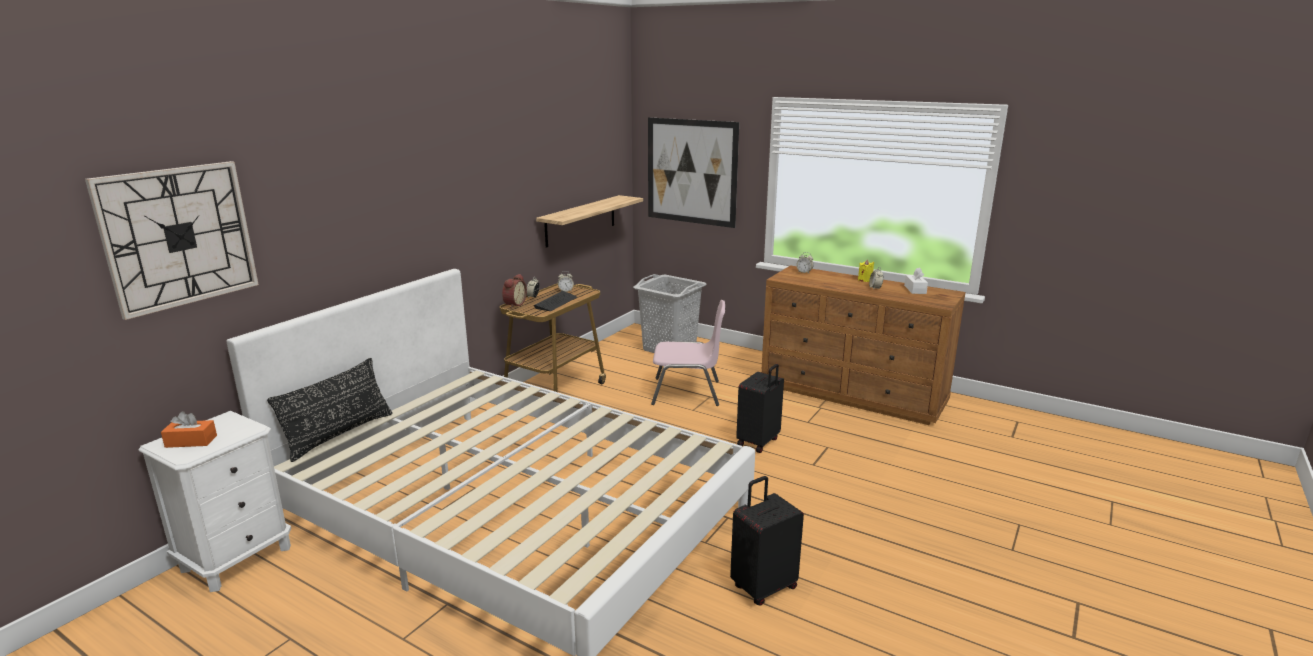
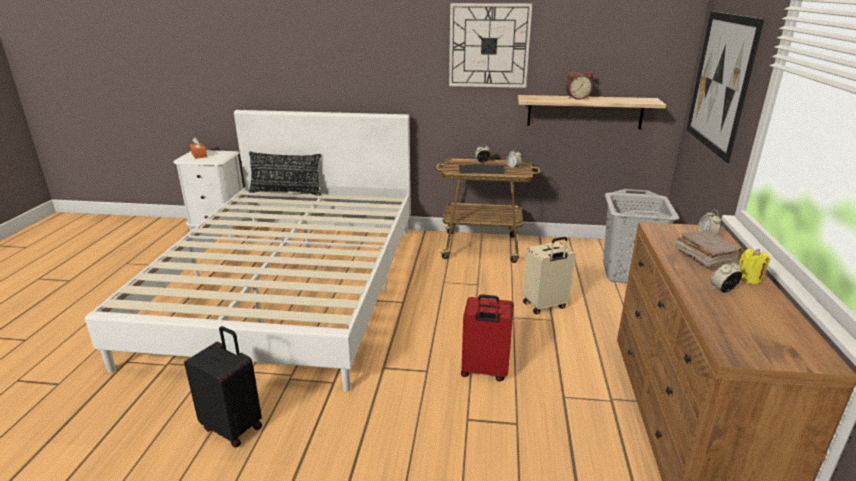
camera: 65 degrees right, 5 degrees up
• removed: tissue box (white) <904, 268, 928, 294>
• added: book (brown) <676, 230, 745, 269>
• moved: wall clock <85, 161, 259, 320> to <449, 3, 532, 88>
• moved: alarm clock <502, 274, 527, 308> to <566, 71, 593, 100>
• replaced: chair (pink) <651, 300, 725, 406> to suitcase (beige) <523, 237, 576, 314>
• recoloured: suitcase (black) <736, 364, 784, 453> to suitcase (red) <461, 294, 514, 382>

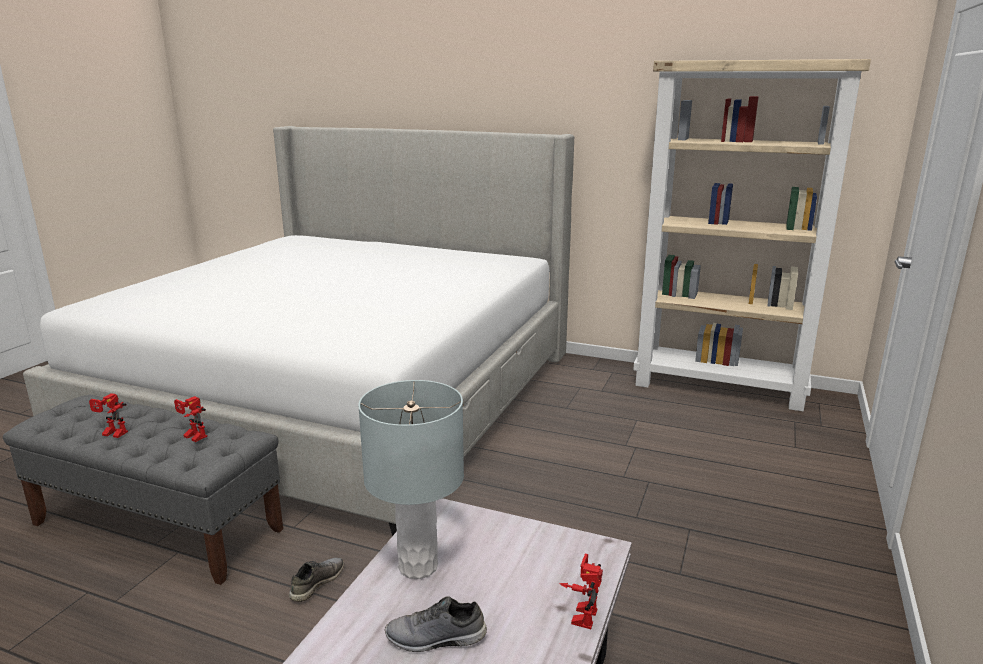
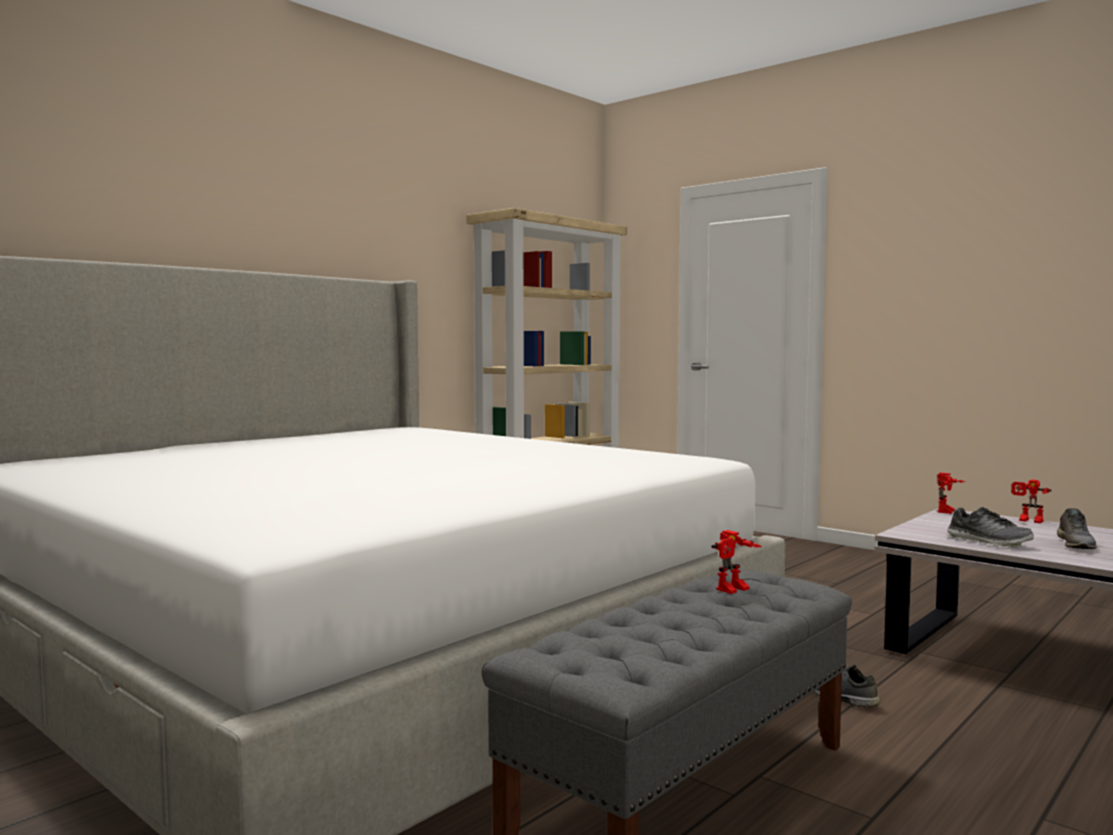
camera: 70 degrees left, 15 degrees down
• moved: toy robot <89, 393, 128, 438> to <937, 473, 965, 514>
• replaced: table lamp (grey) <358, 380, 464, 579> to shoe <947, 507, 1034, 547>

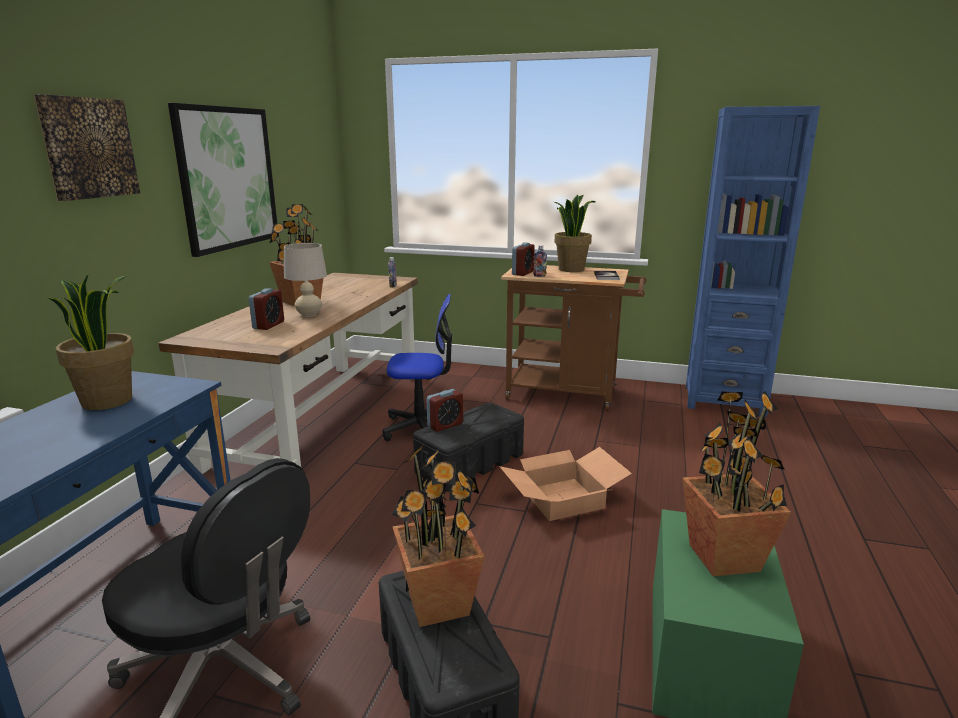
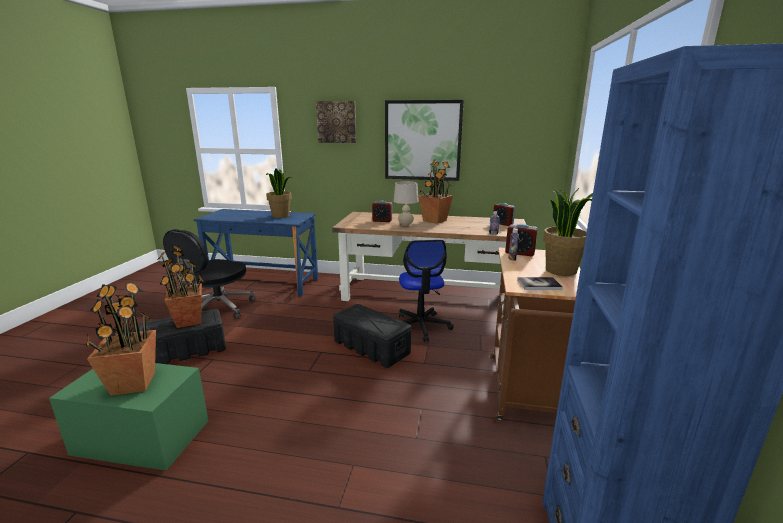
camera: 85 degrees right, 0 degrees up
• removed: cardboard box <499, 447, 632, 521>
• moved: alarm clock <426, 389, 463, 432> to <493, 203, 515, 226>

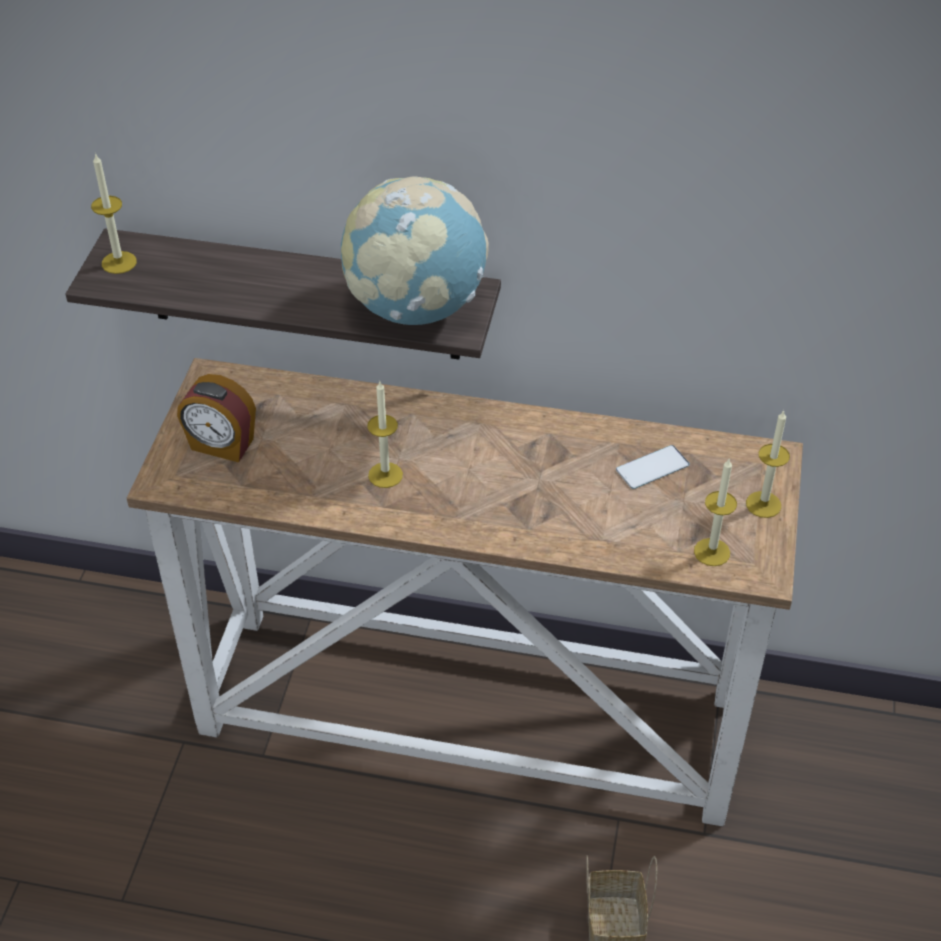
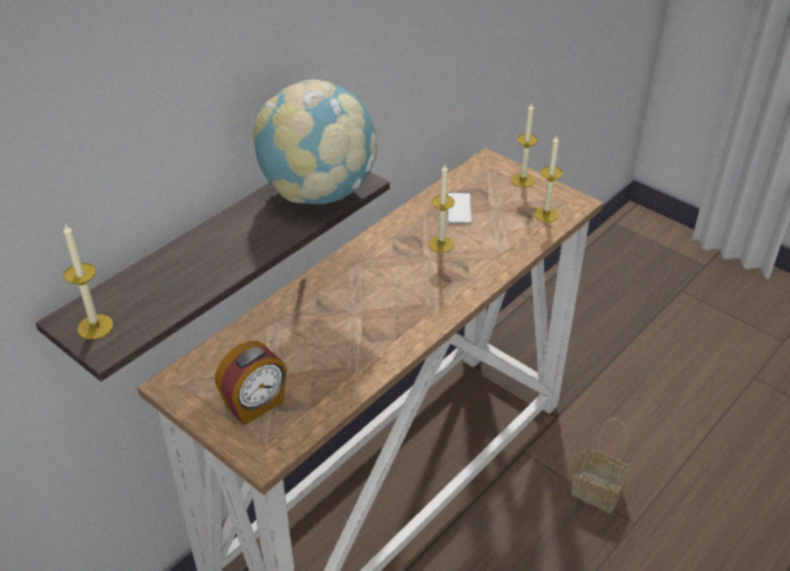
camera: 60 degrees left, 5 degrees down
• moved: candle <367, 382, 403, 488> to <429, 165, 455, 253>

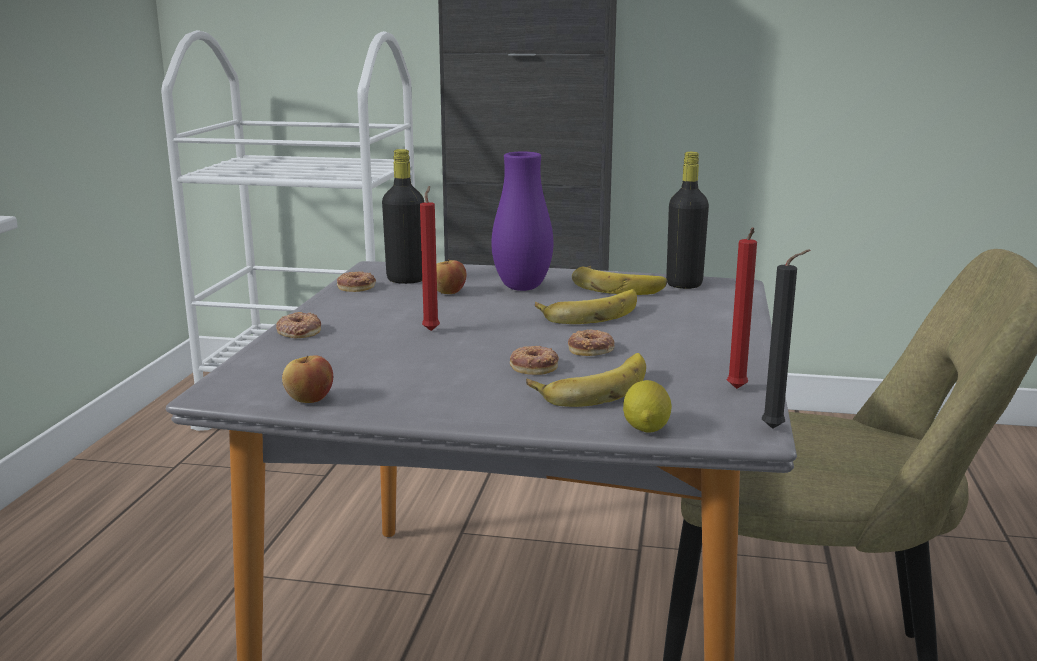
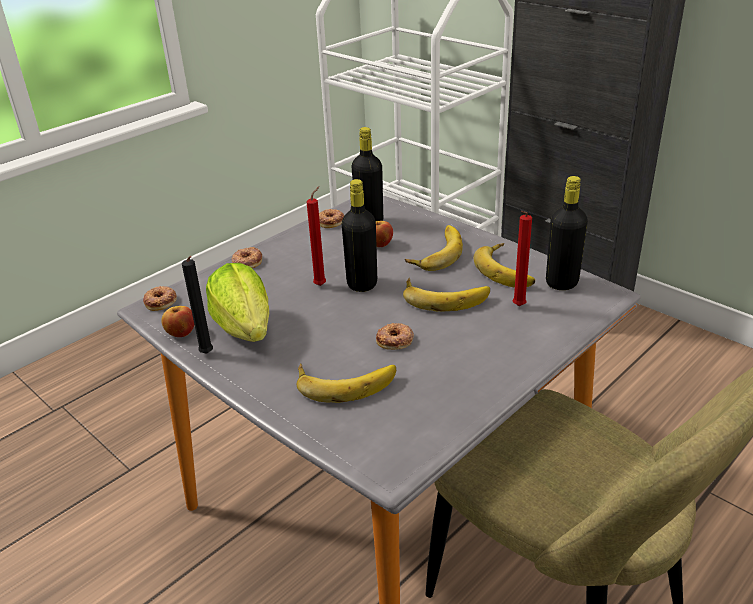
camera: 35 degrees right, 15 degrees up
• removed: lemon <623, 380, 672, 433>
• added: lettuce <206, 263, 269, 342>
• added: bottle (black) <342, 179, 377, 292>
• moved: donut <510, 346, 559, 375> to <143, 286, 177, 311>
• moved: candle (red) <727, 227, 757, 389> to <513, 211, 532, 306>
• moved: candle (black) <762, 250, 810, 429> to <182, 256, 213, 354>
• replaced: vase (purple) <491, 152, 553, 291> to banana <405, 225, 463, 271>

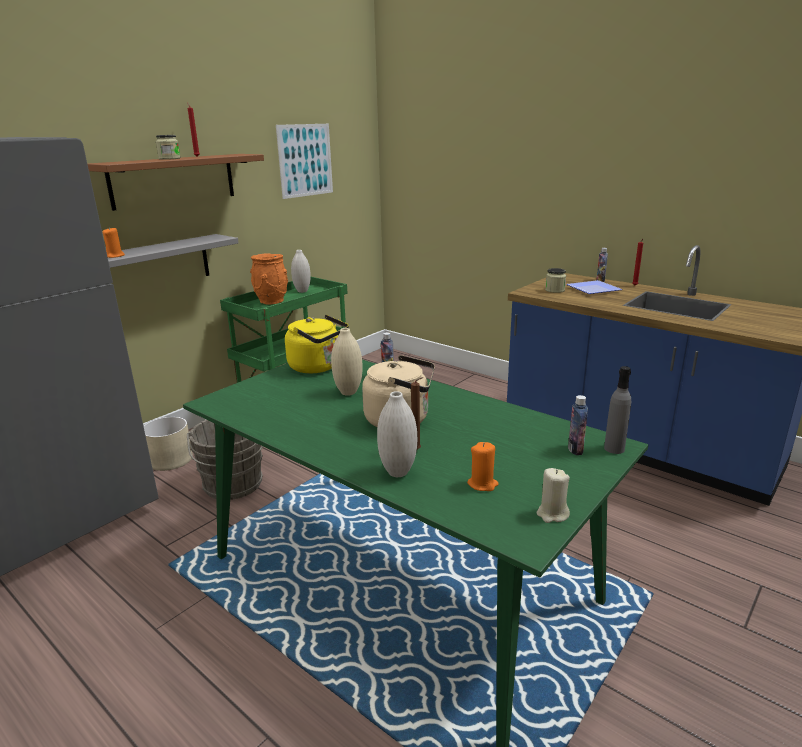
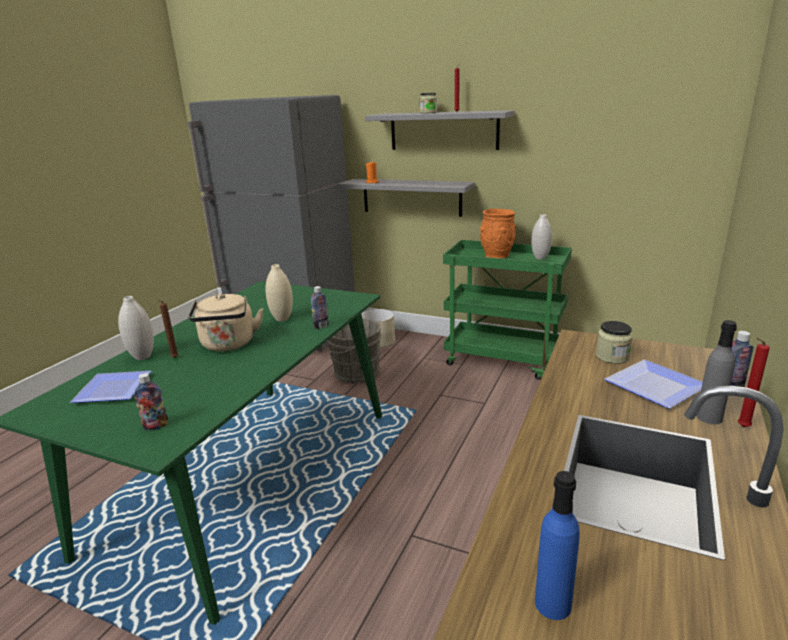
camera: 75 degrees right, 0 degrees up
• removed: picture <276, 124, 333, 199>
• removed: kettle (yellow) <285, 315, 349, 374>
• removed: candle (beige) <537, 468, 570, 523>
• added: bottle (blue) <535, 471, 580, 620>
• moved: bottle (grey) <604, 366, 631, 454> to <696, 320, 737, 424>
• replaced: candle (orange) <467, 442, 499, 491> to plate <70, 371, 151, 403>
• recoloured: shelf (brown) <88, 154, 264, 211> to shelf (grey) <365, 110, 514, 150>

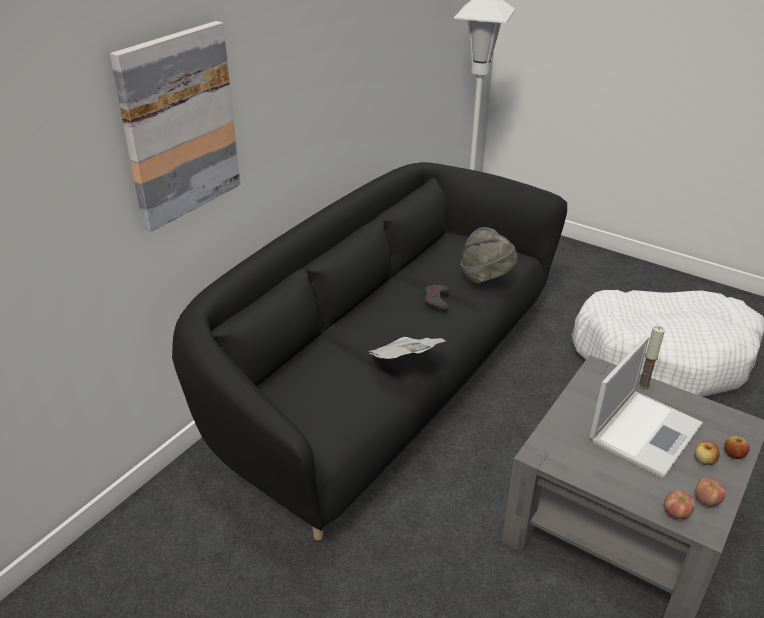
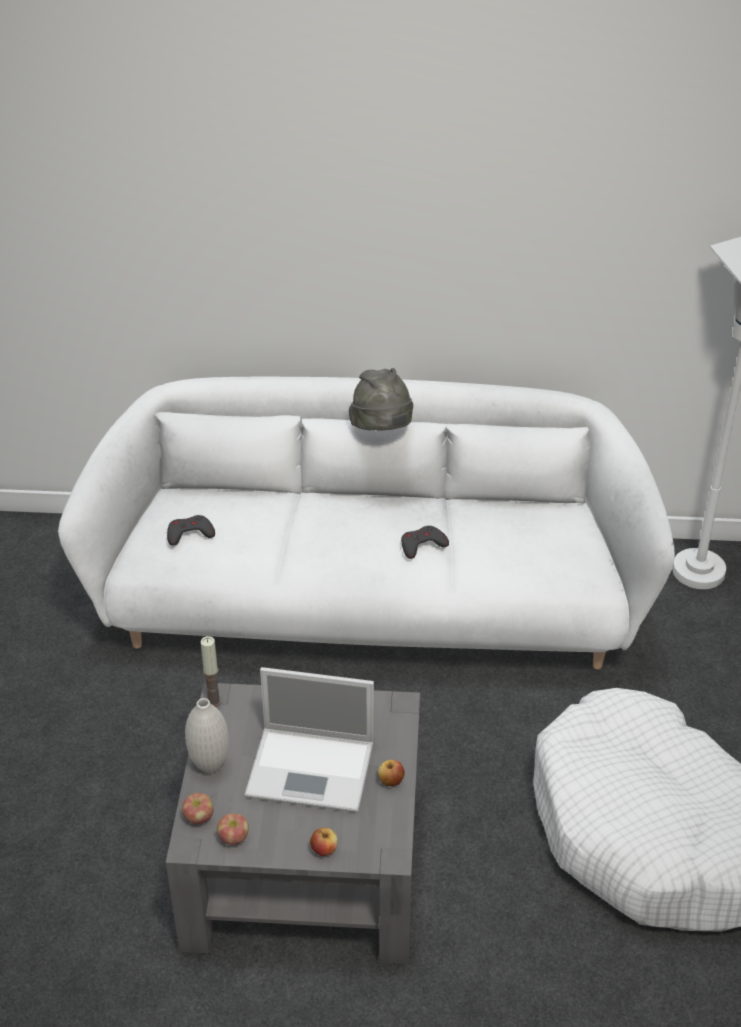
camera: 60 degrees right, 5 degrees up
• removed: picture <110, 21, 240, 232>
• removed: newspaper <368, 337, 445, 359>
• added: game controller (grey) <167, 515, 215, 546>
• added: vase (white) <185, 698, 229, 773>
• moved: hat (grey) <461, 227, 518, 284> to <349, 368, 413, 431>
• moved: candle <638, 326, 665, 389> to <200, 636, 221, 707>
• moved: apple <695, 441, 720, 465> to <378, 760, 405, 786>
• recoloured: sofa (black) <172, 162, 567, 541> to sofa (white) <58, 377, 675, 670>

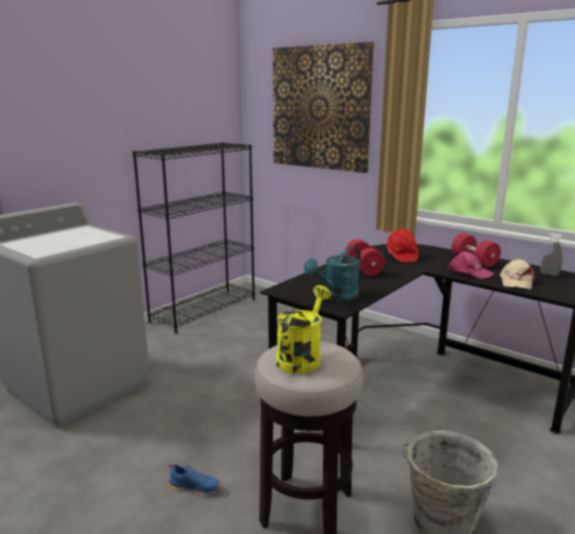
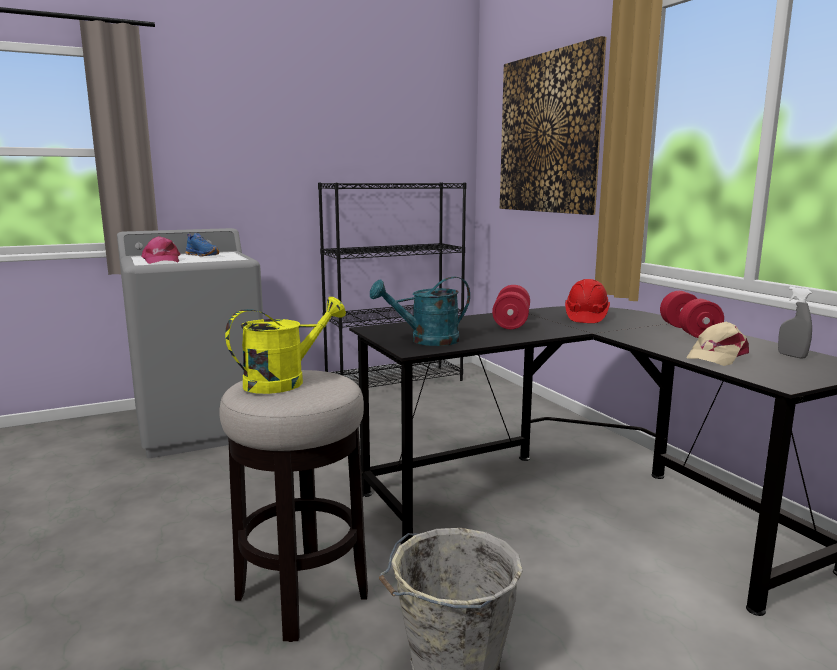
camera: 25 degrees right, 5 degrees down
• moved: shoe (blue) <168, 463, 221, 496> to <185, 233, 219, 257>
• moved: cap (pink) <447, 251, 494, 279> to <141, 236, 180, 264>

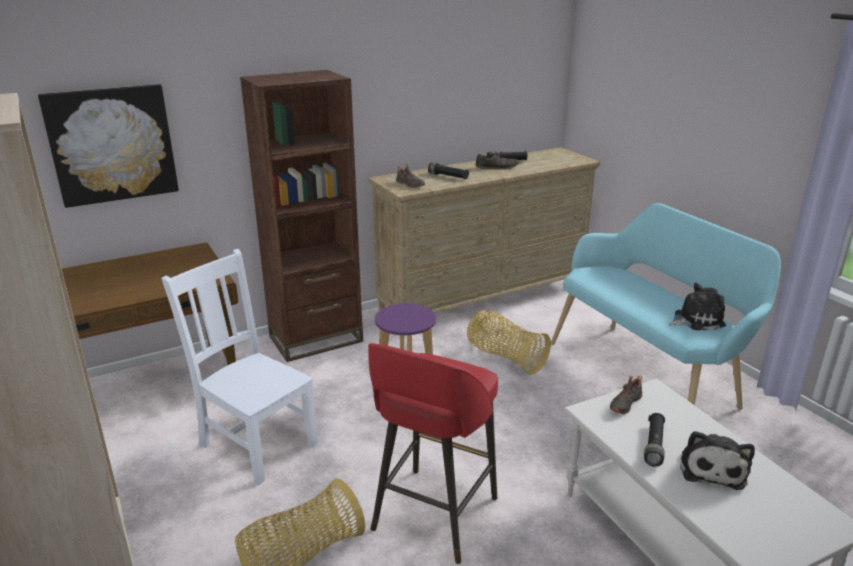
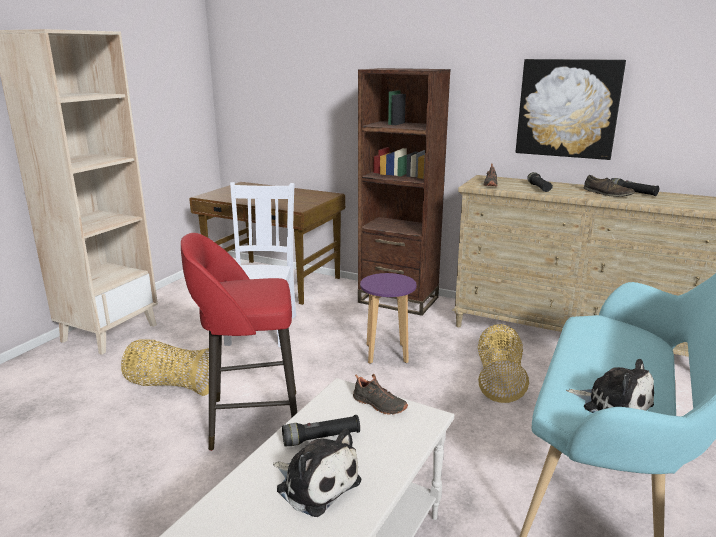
camera: 55 degrees right, 5 degrees down
• moved: picture <38, 84, 179, 208> to <516, 59, 626, 160>
• turned: shoe (black) <610, 376, 642, 414> = <353, 374, 408, 415> 150 degrees counterclockwise
• turned: plush toy <680, 431, 755, 490> = <273, 429, 361, 517> 120 degrees counterclockwise

